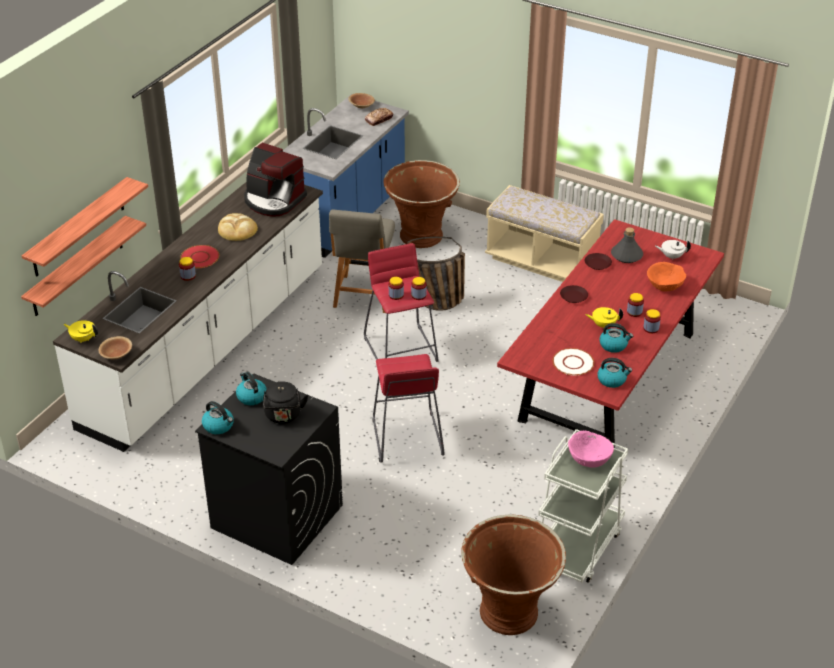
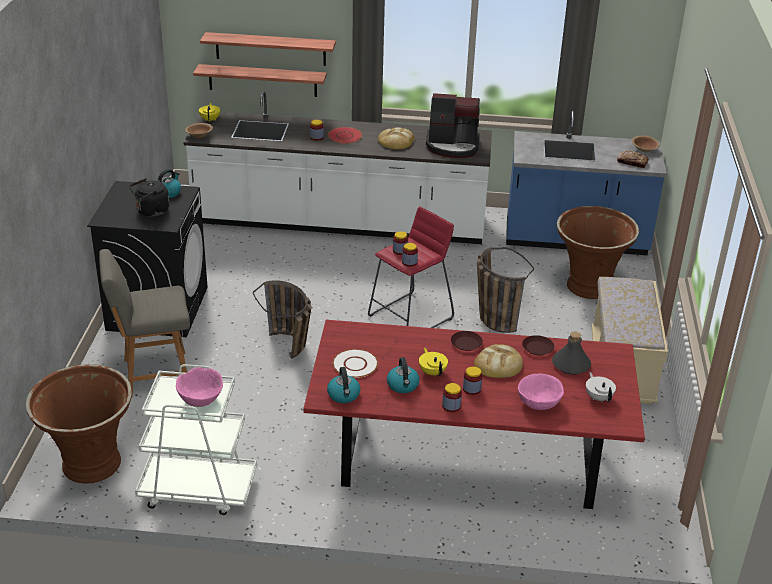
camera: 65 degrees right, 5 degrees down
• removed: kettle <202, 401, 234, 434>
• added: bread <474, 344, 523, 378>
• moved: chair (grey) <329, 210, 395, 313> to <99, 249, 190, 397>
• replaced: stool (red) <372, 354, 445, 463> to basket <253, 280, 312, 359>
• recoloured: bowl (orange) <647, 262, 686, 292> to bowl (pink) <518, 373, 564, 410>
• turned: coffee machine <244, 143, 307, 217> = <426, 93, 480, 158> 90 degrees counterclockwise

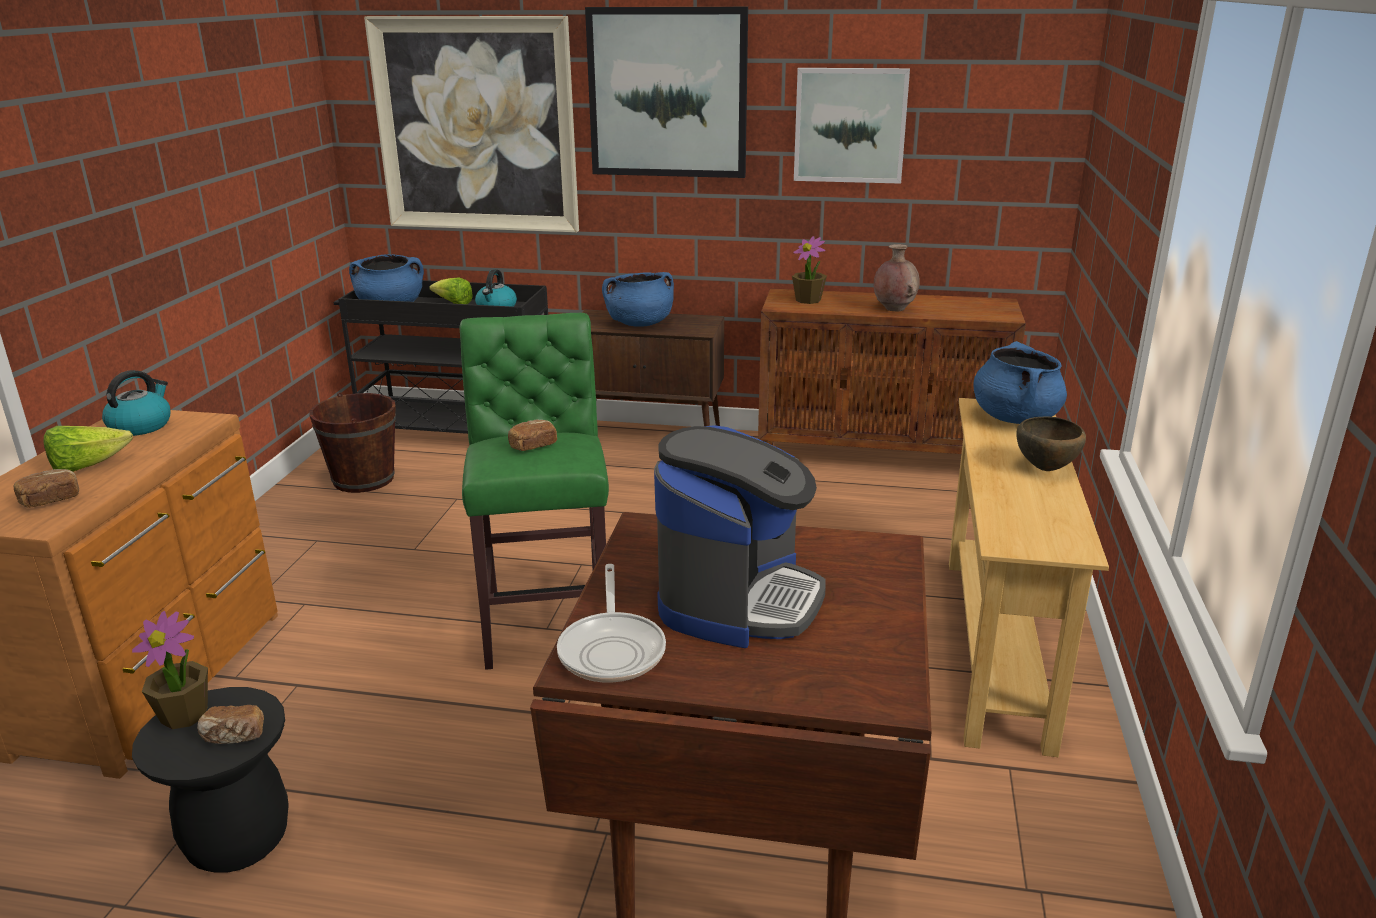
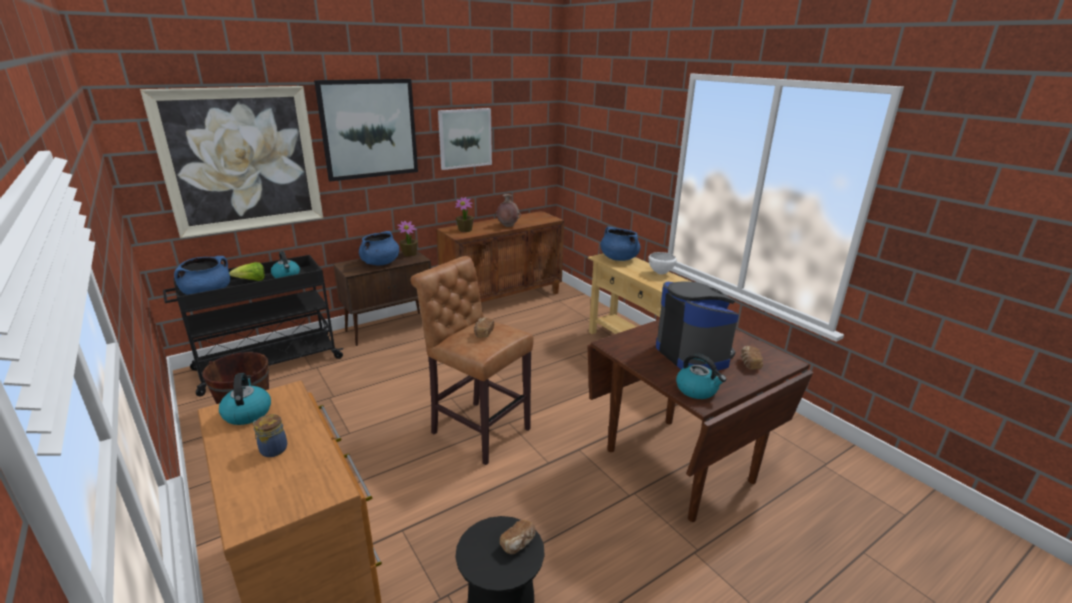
camera: 45 degrees left, 0 degrees up
• moved: bread <14, 469, 79, 508> to <741, 346, 763, 370>
• moved: potted plant <132, 611, 208, 729> to <397, 221, 418, 257>
• replaced: lettuce <43, 426, 133, 472> to jar <253, 414, 287, 457>
• replaced: frying pan <557, 564, 666, 682> to kettle <676, 353, 726, 399>
• recoloured: stool (green) <459, 313, 609, 670> to stool (brown) <411, 256, 534, 465>
• recoloured: bowl (brown) <1016, 417, 1086, 471> to bowl (white) <648, 252, 677, 275>

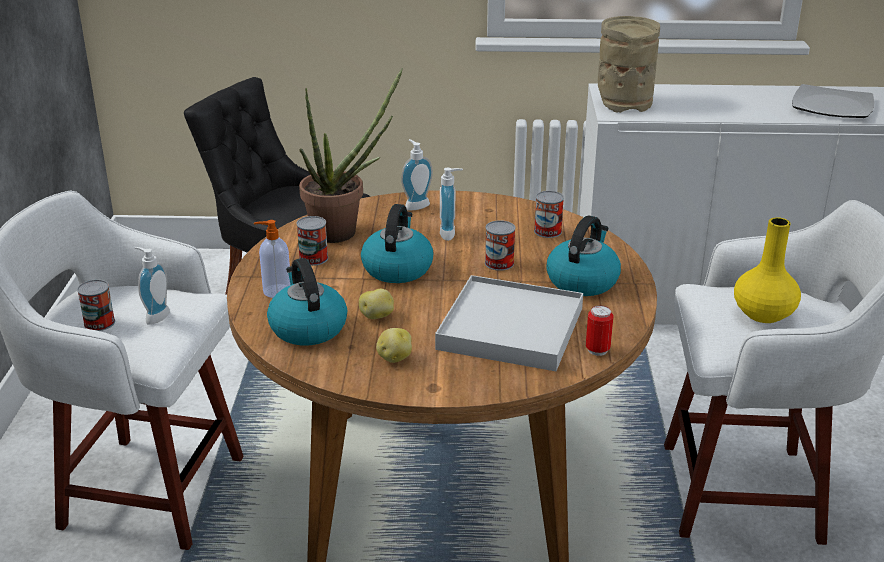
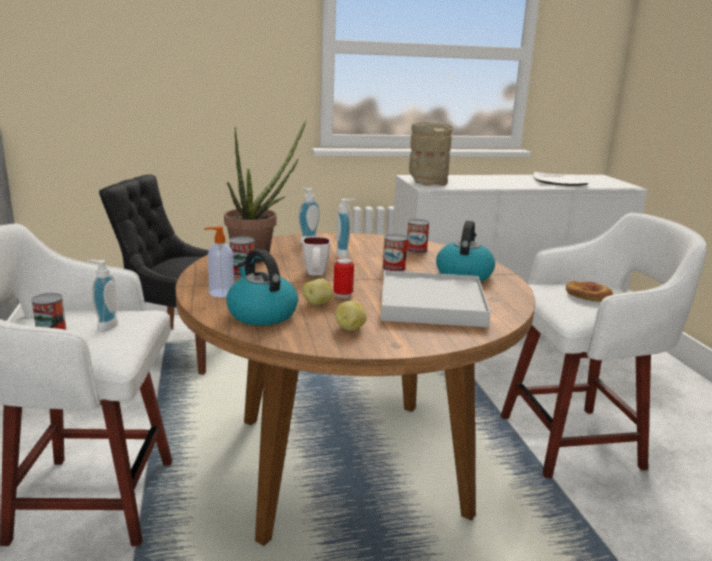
camera: 15 degrees left, 10 degrees down
• moved: can <586, 305, 614, 356> to <333, 258, 354, 298>
• replaced: kettle <361, 204, 433, 283> to mug (white) <302, 237, 331, 276>
• replaced: vase (yellow) <734, 217, 801, 323> to bread <566, 281, 613, 302>

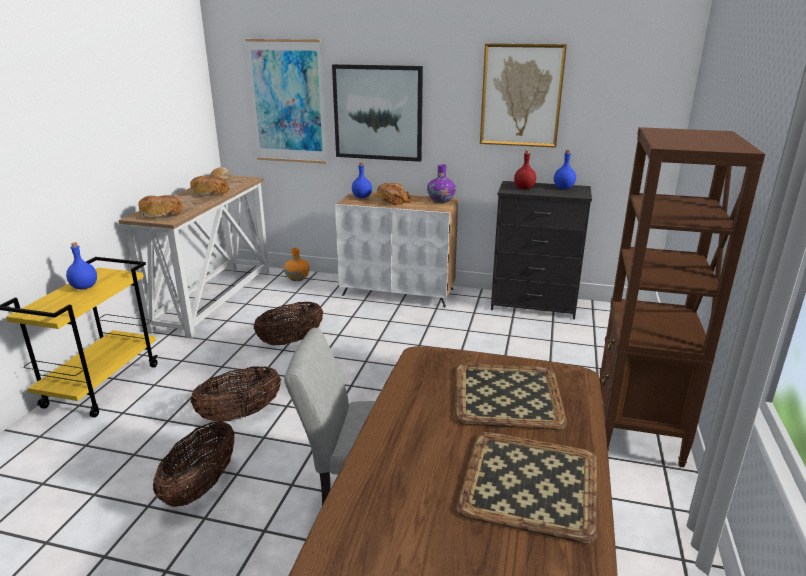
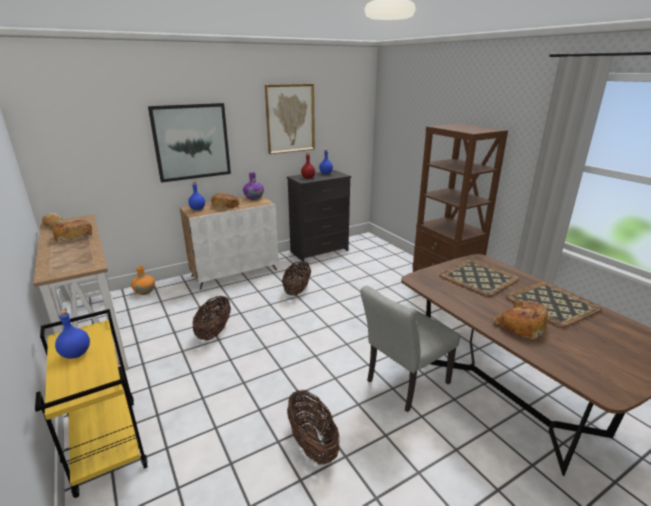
camera: 45 degrees left, 0 degrees up
• removed: picture <245, 39, 327, 164>
• moved: bread <138, 195, 183, 218> to <492, 301, 548, 339>
• moved: basket <191, 367, 281, 422> to <282, 261, 311, 296>

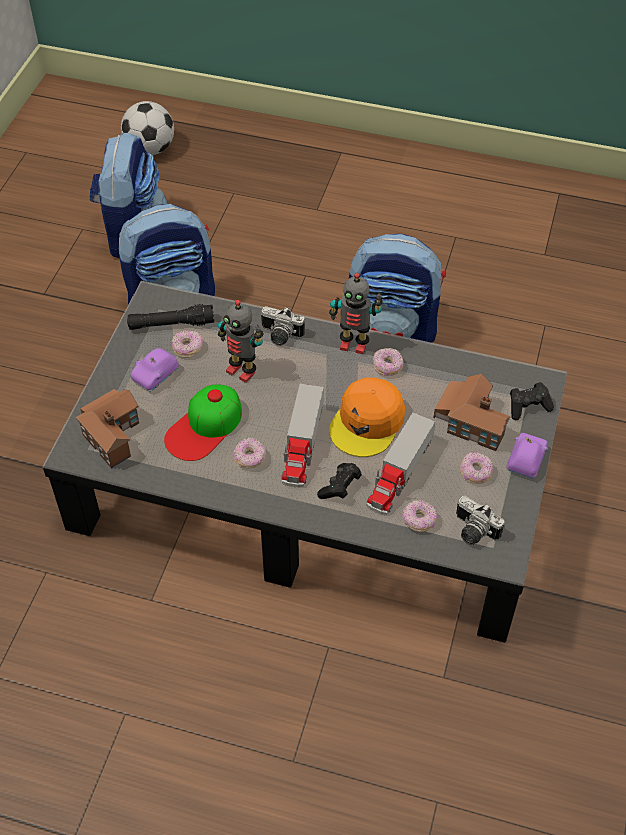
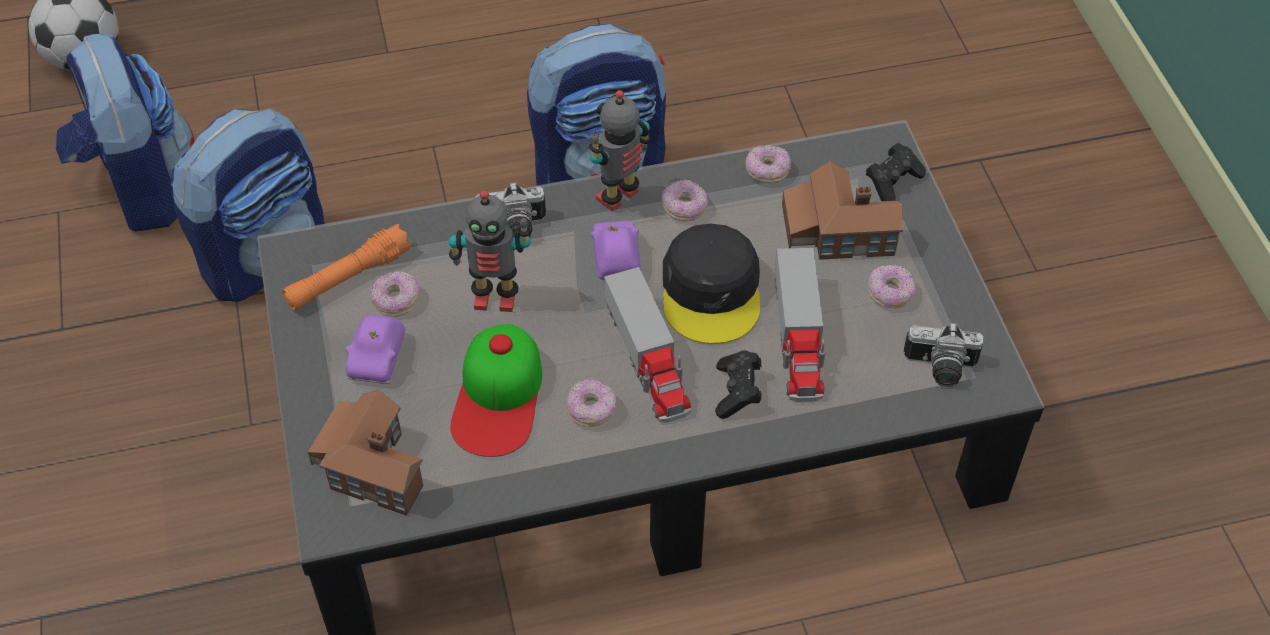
camera: 30 degrees left, 0 degrees up
• moved: donut <402, 500, 437, 532> to <745, 145, 791, 183>
• moved: toy car (purple) <506, 433, 548, 478> to <591, 221, 641, 280>
• recoloured: flashlight (black) <127, 304, 215, 330> to flashlight (orange) <282, 224, 412, 311>
• recoloured: cap (orange) <329, 378, 405, 457> to cap (black) <663, 224, 760, 344>
• turned: toy robot <329, 273, 383, 354> = <589, 90, 651, 212> 150 degrees clockwise

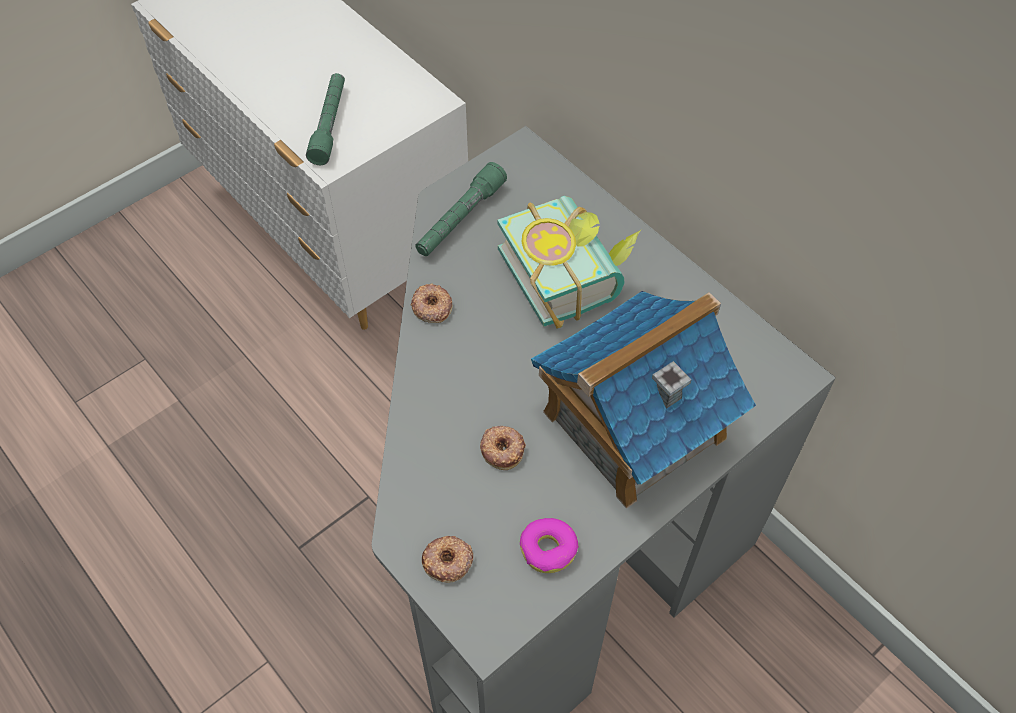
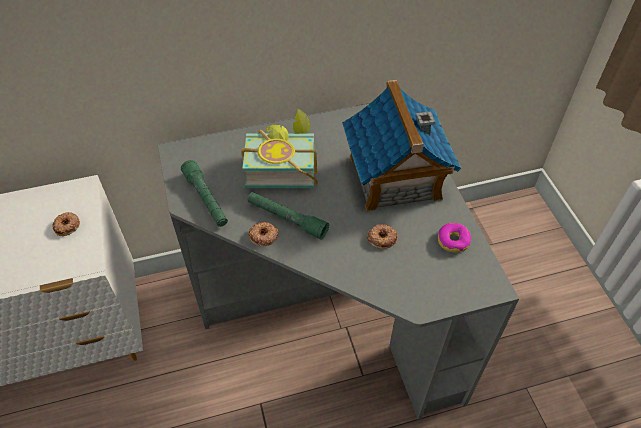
camera: 65 degrees left, 5 degrees down
• moved: flashlight (green) <306, 73, 345, 165> to <248, 192, 329, 240>
• moved: donut <422, 536, 474, 583> to <52, 212, 80, 236>

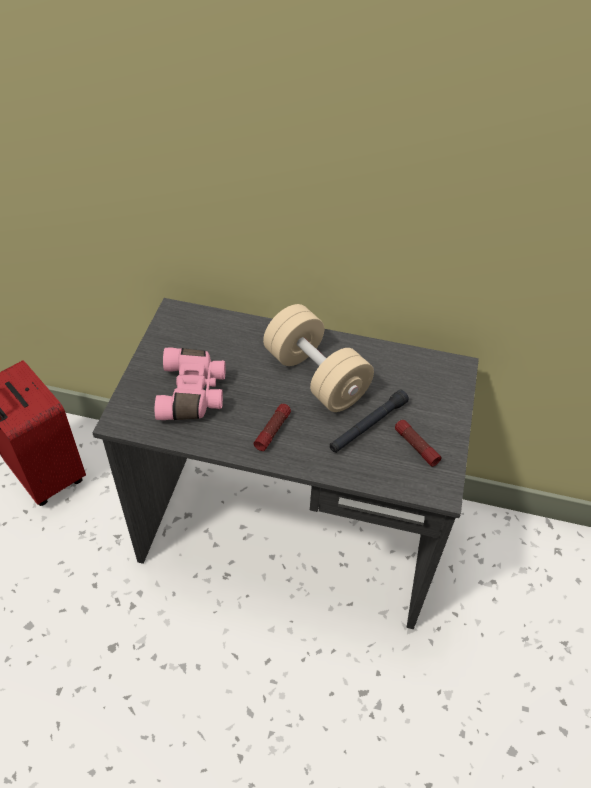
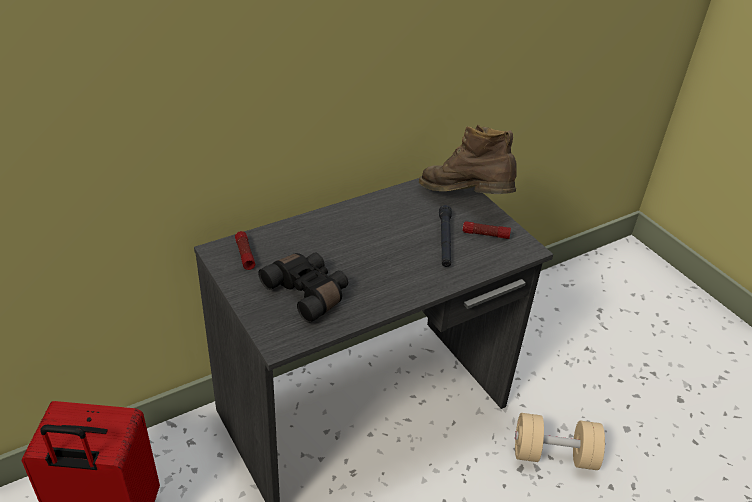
camera: 45 degrees left, 10 degrees down
• added: boot (brown) <419, 124, 517, 194>
• moved: flashlight <253, 404, 291, 451> to <235, 231, 255, 270>
• moved: dumbbell (beige) <263, 304, 374, 412> to <515, 413, 605, 470>
• recoloured: binoculars (pink) <155, 348, 226, 420> to binoculars (black) <258, 253, 348, 323>

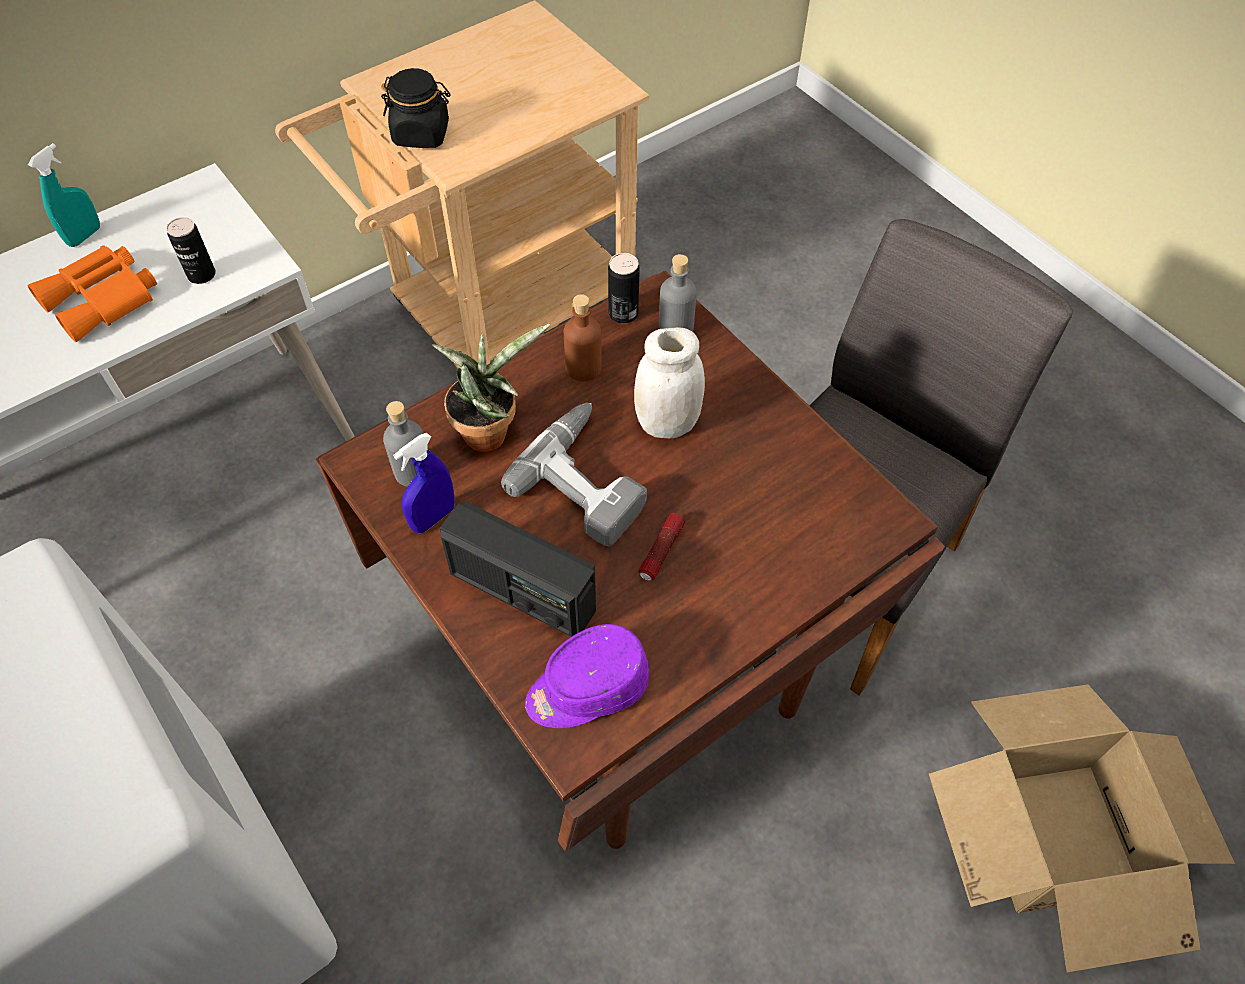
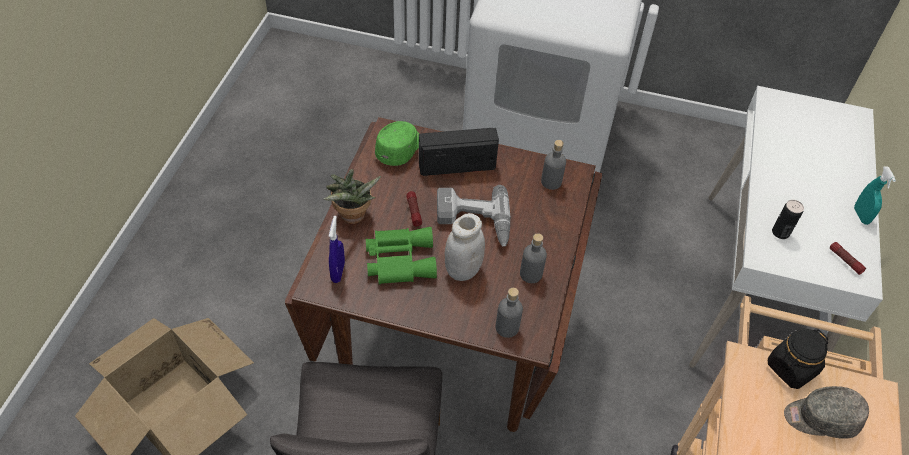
camera: 140 degrees right, 5 degrees down
• removed: binoculars (orange) <27, 245, 157, 342>
• removed: can <608, 253, 640, 324>
• added: binoculars (green) <366, 227, 437, 285>
• added: cap (grey) <784, 386, 869, 439>
• added: flashlight <830, 242, 866, 275>
• moved: spray bottle (blue) <393, 433, 455, 533> to <329, 216, 345, 283>
• moved: potted plant <432, 324, 550, 452> to <324, 169, 381, 224>
• recoloured: cap (purple) <525, 624, 649, 728> to cap (green) <375, 121, 419, 166>
• recoloured: bottle (brown) <564, 294, 602, 381> to bottle (grey) <520, 233, 547, 283>

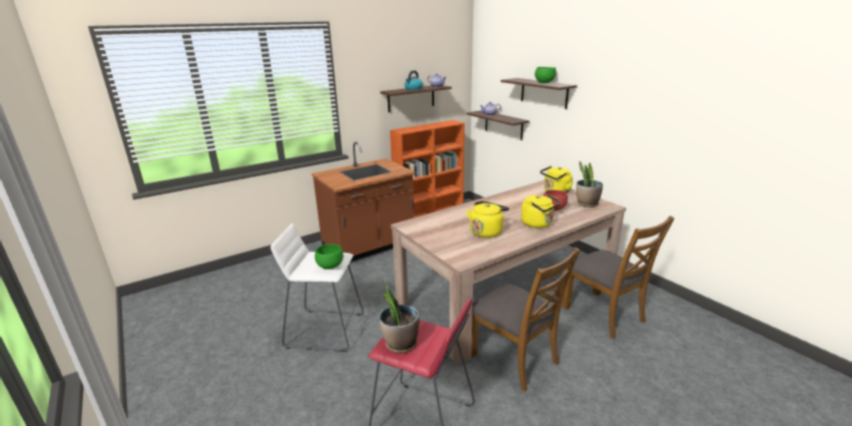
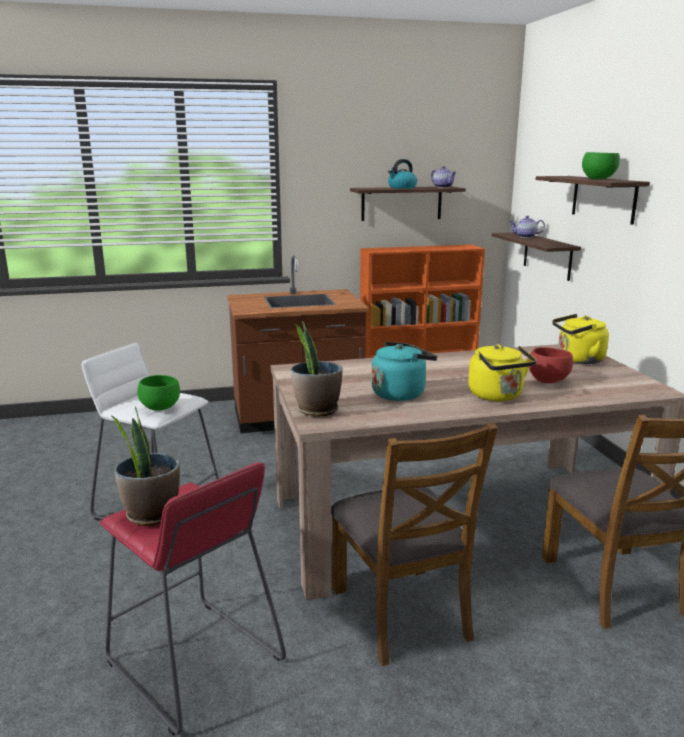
camera: 20 degrees right, 5 degrees down
• moved: potted plant <576, 161, 603, 207> to <291, 321, 342, 417>
• recoloured: kettle (yellow) <467, 201, 509, 238> to kettle (turquoise) <371, 342, 437, 401>

